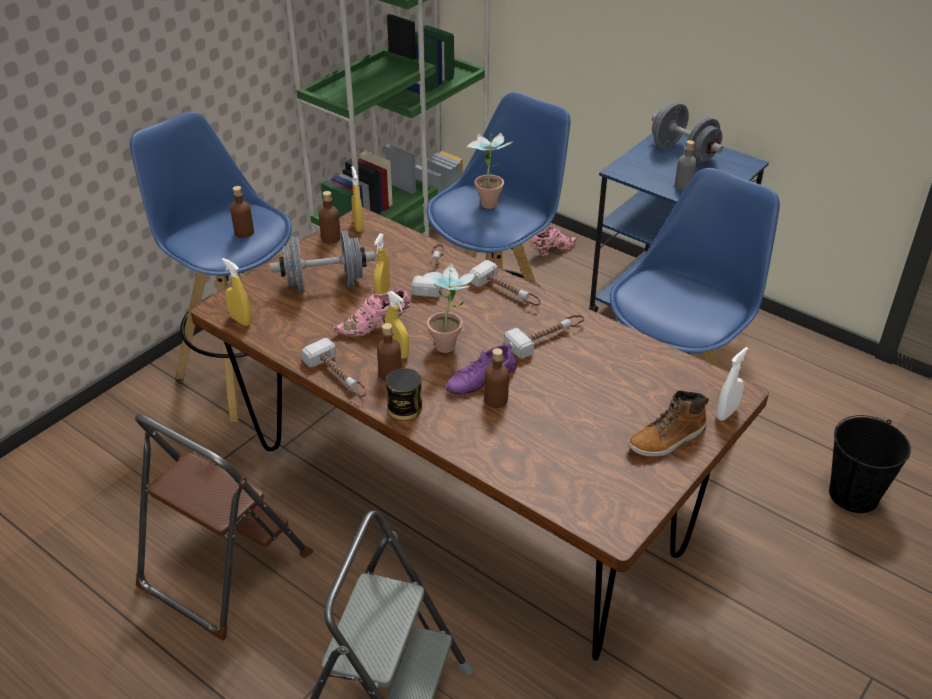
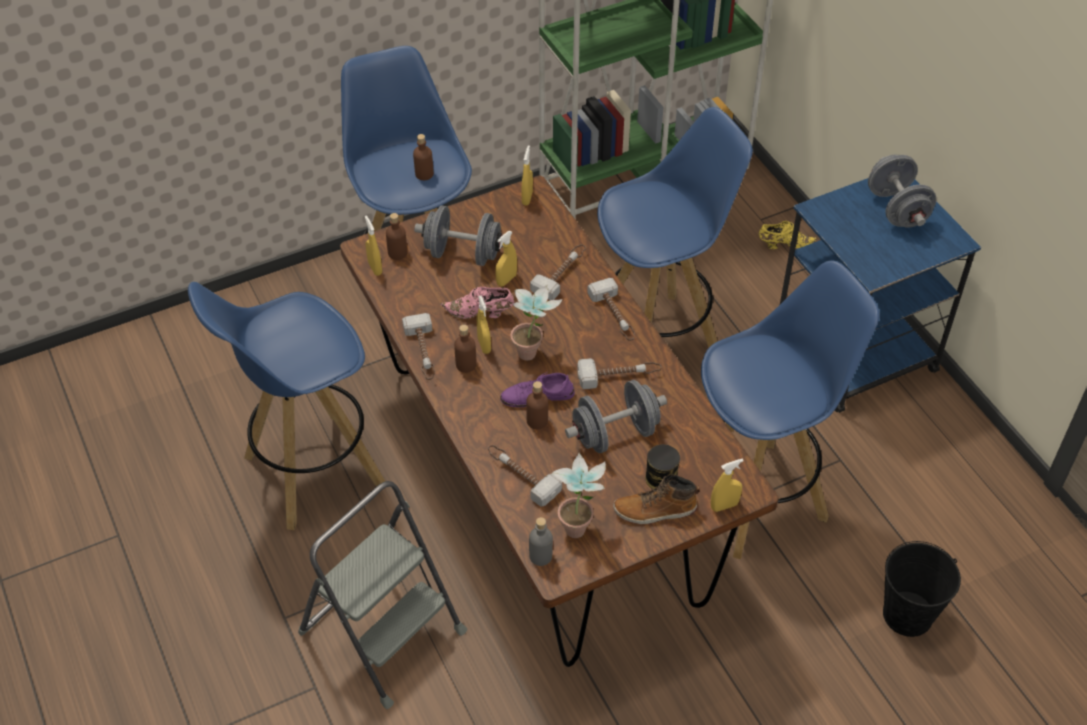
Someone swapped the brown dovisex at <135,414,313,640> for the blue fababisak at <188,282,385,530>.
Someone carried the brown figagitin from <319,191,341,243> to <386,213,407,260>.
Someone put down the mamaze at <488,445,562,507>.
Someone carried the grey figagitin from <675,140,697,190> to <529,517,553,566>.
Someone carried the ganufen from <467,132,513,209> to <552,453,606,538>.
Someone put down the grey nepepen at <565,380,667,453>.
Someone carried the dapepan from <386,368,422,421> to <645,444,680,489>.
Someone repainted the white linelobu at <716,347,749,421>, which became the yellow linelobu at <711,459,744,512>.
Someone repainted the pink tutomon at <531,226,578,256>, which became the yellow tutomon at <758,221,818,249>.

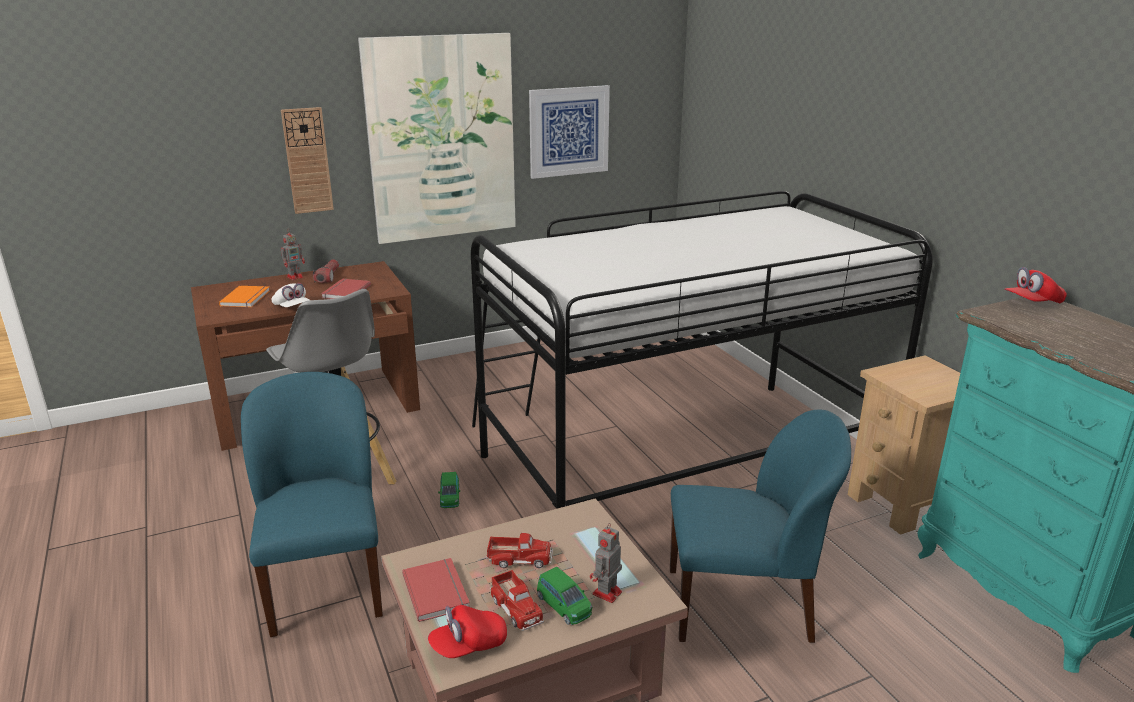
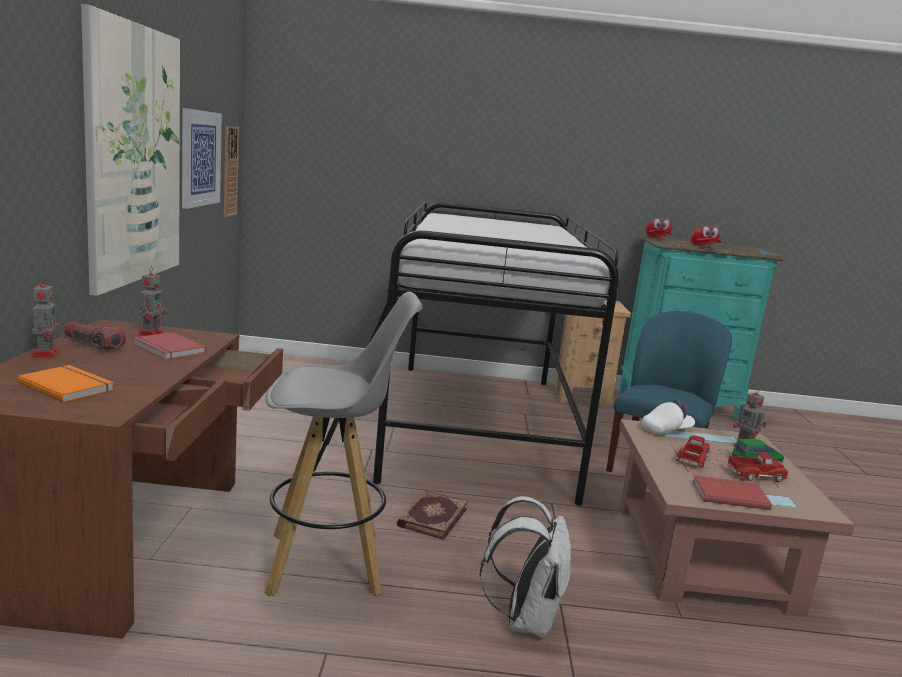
Someone put down the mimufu at <138,267,167,336>.
Someone carried the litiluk from <281,107,334,214> to <224,126,239,217>.
Someone swapped the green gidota at <438,472,460,508> for the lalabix at <397,491,468,540>.
Someone swapped the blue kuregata at <241,372,383,637> for the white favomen at <479,496,571,638>.
Someone carried the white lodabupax from <272,283,310,307> to <642,399,695,434>.
Someone carried the red lodabupax from <428,605,507,658> to <690,225,721,245>.

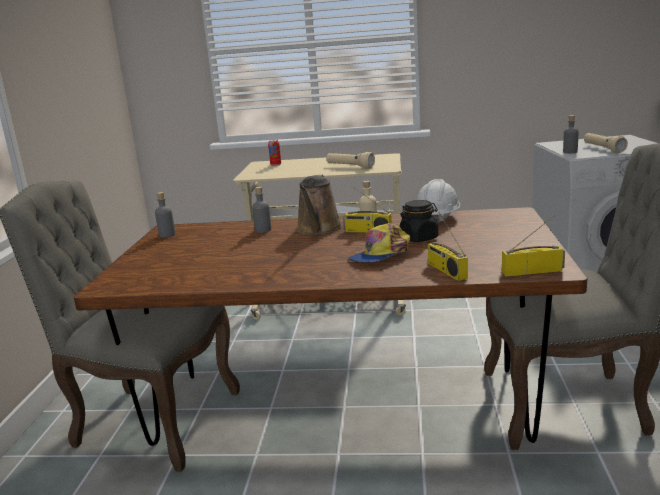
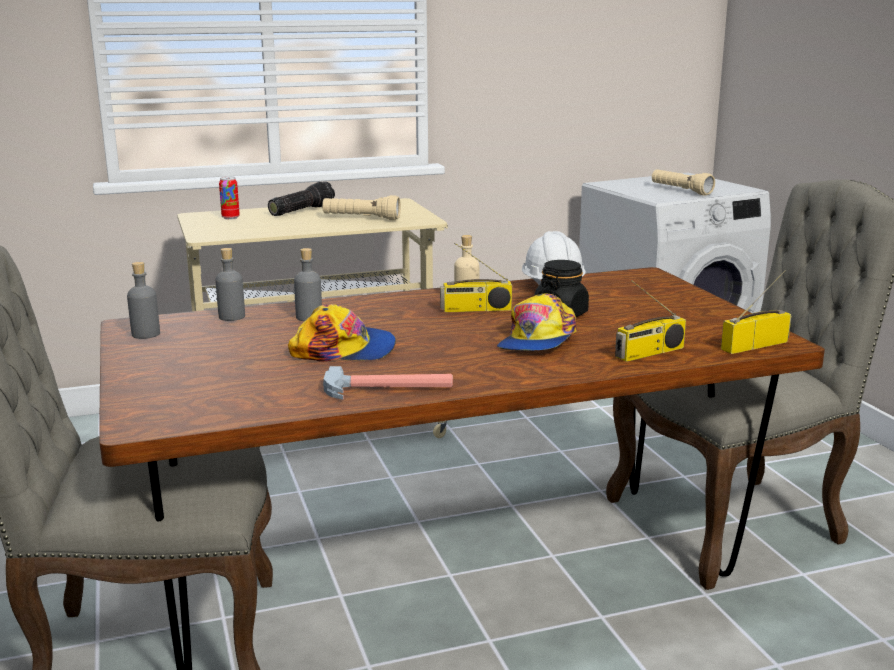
Someone carried the grey figagitin from <563,115,579,154> to <215,248,245,321>.
Someone put down the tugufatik at <268,182,335,216>.
Someone put down the lodabupax at <288,304,396,362>.
Someone put down the mamaze at <323,366,453,400>.
Someone rotated the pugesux at <428,212,468,281> by 75 degrees counterclockwise.
Someone took away the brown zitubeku at <296,175,342,235>.

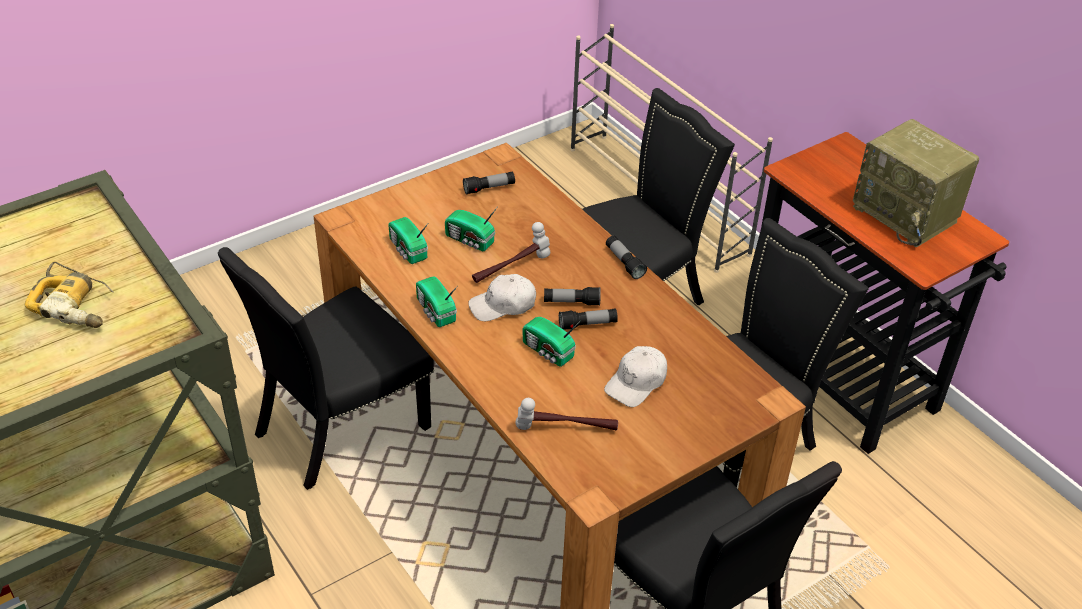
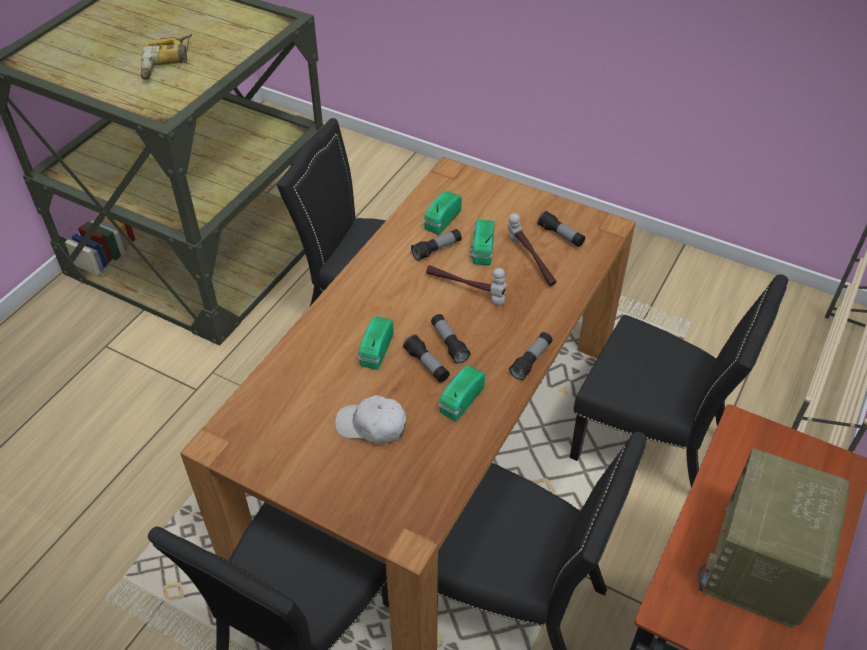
Someone put down the tugufatik at <411,229,462,261>.
Someone carried the pugesux from <416,277,458,327> to <439,366,485,421>.
Someone carried the mamaze from <515,398,618,430> to <508,213,556,287>.
Someone took away the white lodabupax at <468,274,536,321>.

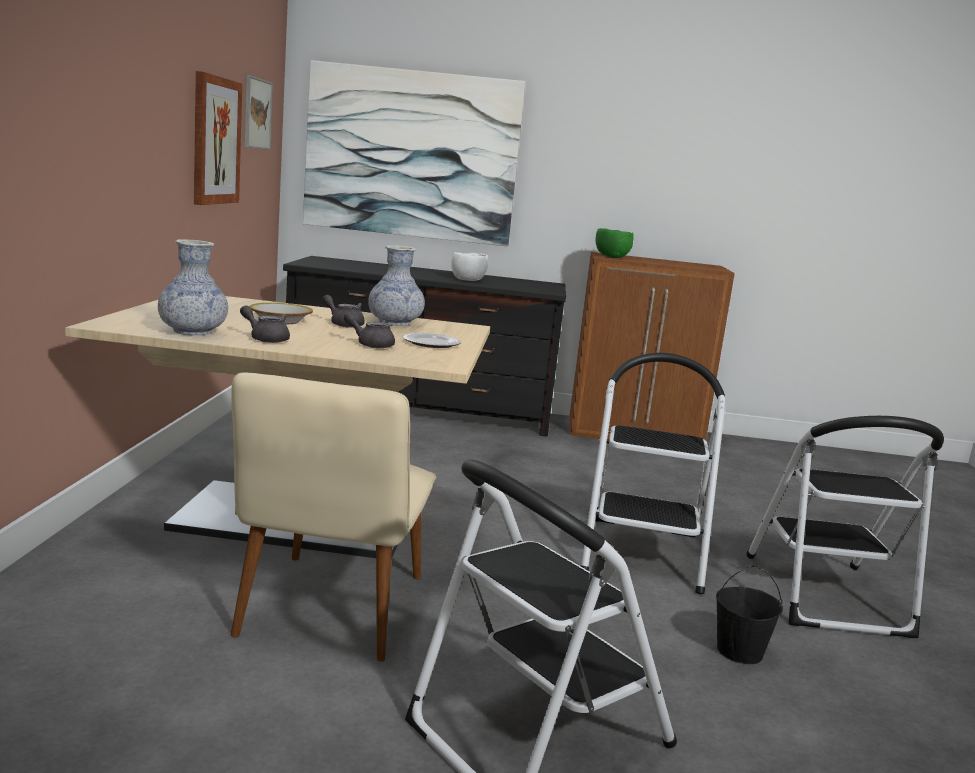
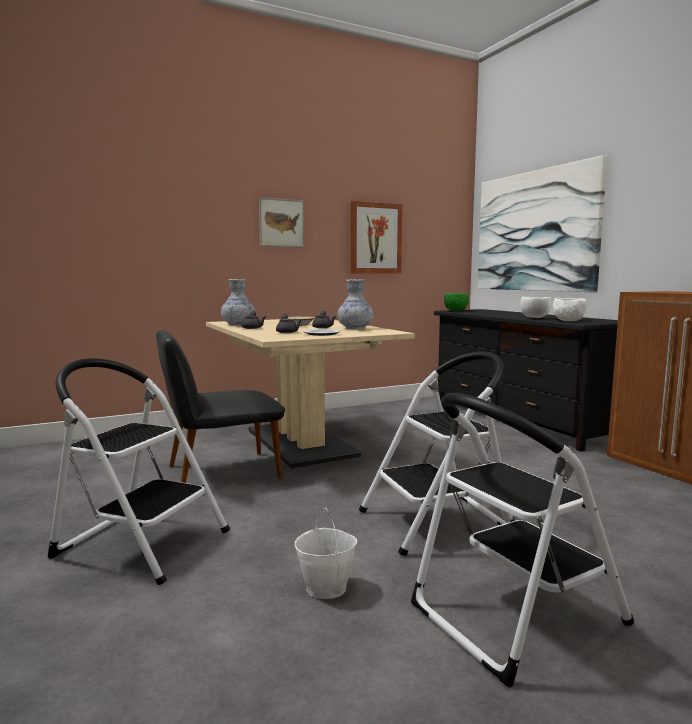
Someone repainted the beige kuregata at <231,372,436,662>, which became the black kuregata at <156,330,285,483>.
Someone carried the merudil from <245,75,273,150> to <259,198,304,247>.
Someone repainted the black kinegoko at <716,565,783,664>, which became the white kinegoko at <295,508,357,599>.
Someone carried the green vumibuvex from <596,228,634,258> to <444,293,469,311>.
Someone put down the white vumibuvex at <553,298,587,321>.

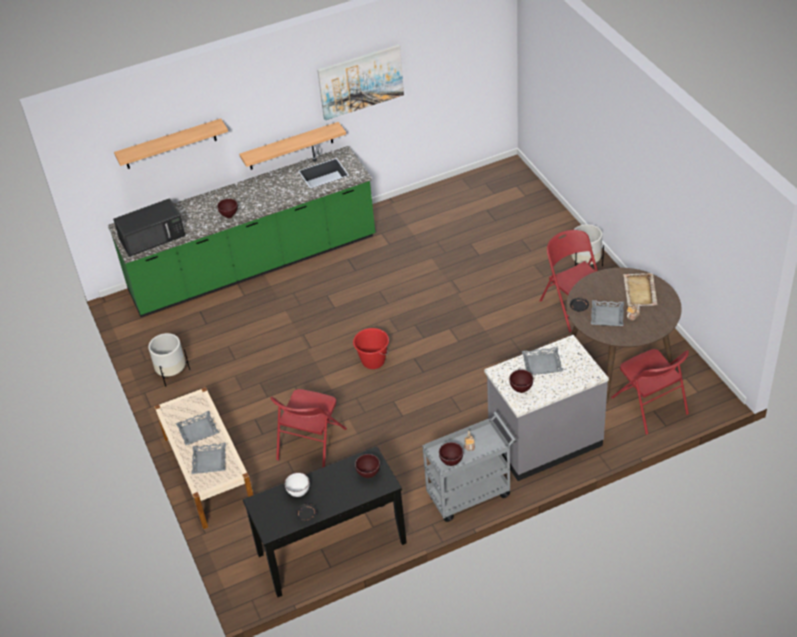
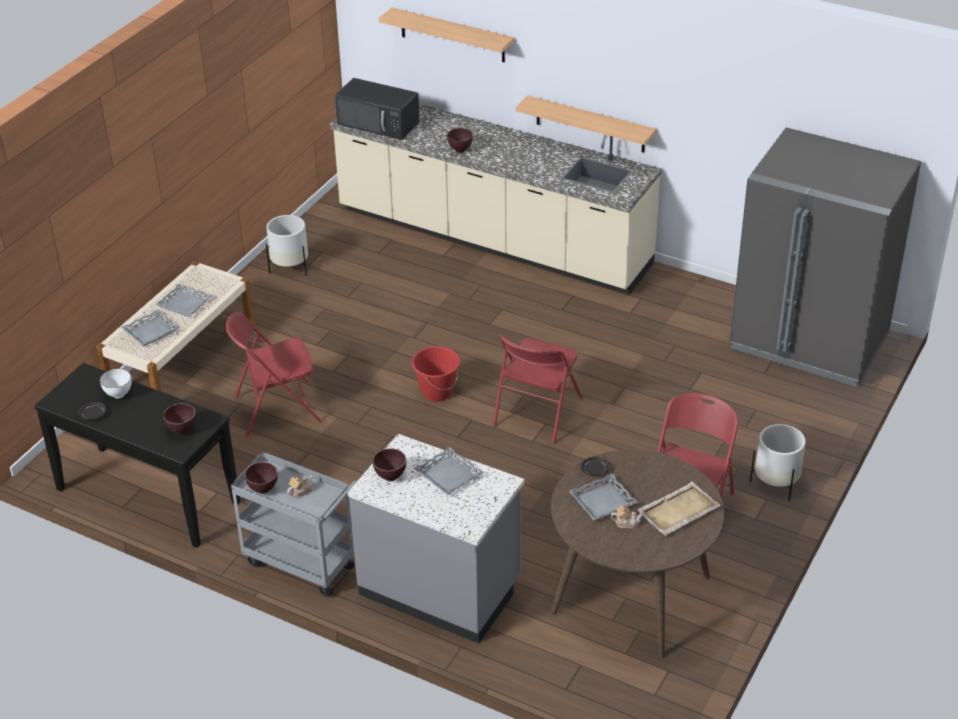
Someone repainted the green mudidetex at <108,145,375,317>, which became the beige mudidetex at <329,104,662,295>.
Someone carried the red kuregata from <611,349,689,435> to <492,335,583,444>.
Someone put down the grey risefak at <730,128,921,387>.
Someone took away the merudil at <317,44,404,120>.

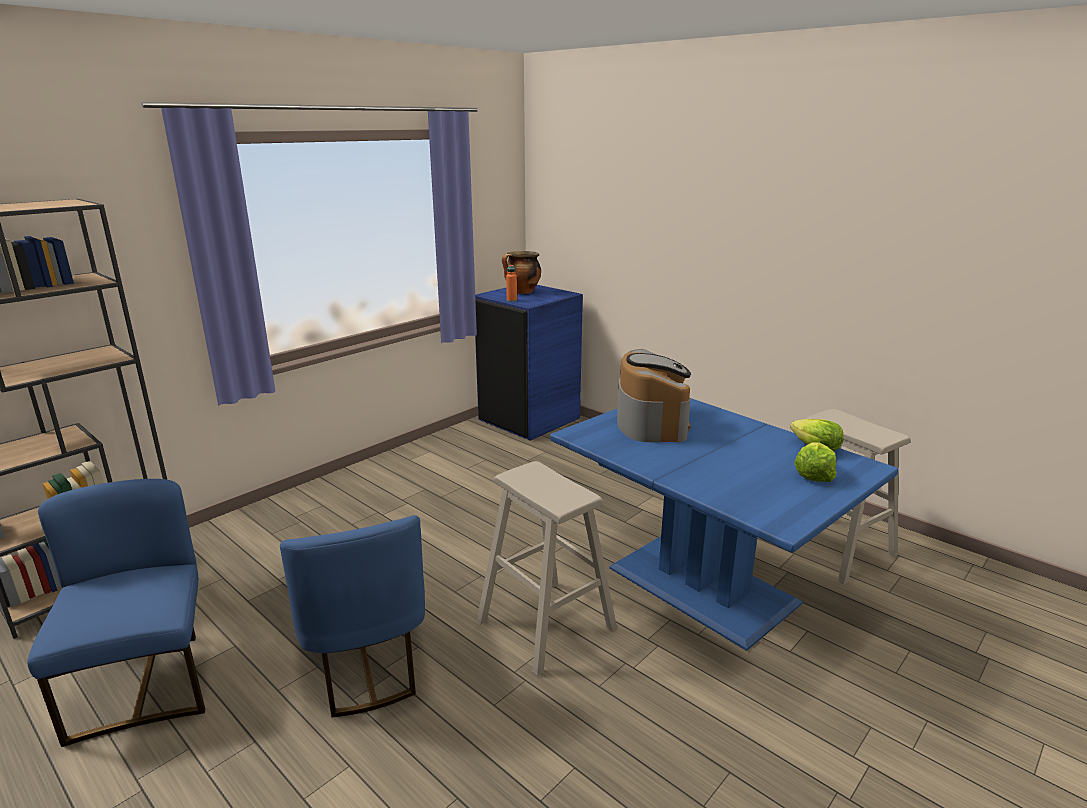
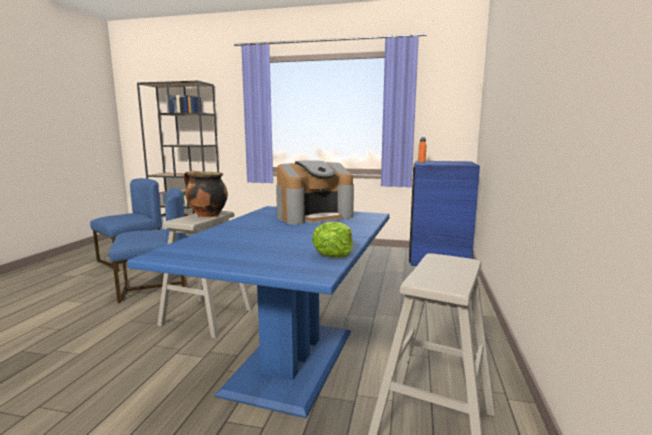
Someone rotated the blue kuregata at <280,515,425,717> by 150 degrees counterclockwise.
Someone carried the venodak from <502,251,541,294> to <184,171,228,217>.
Someone took away the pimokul at <795,443,837,482>.

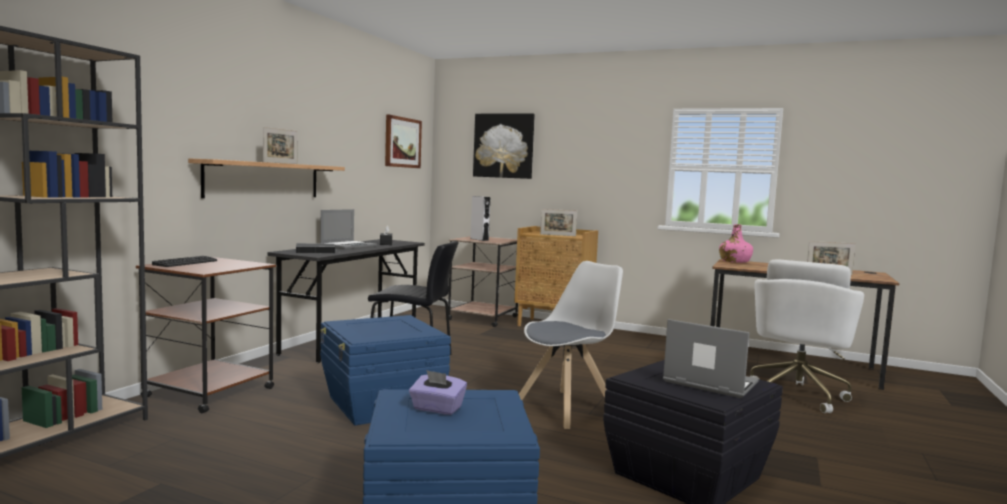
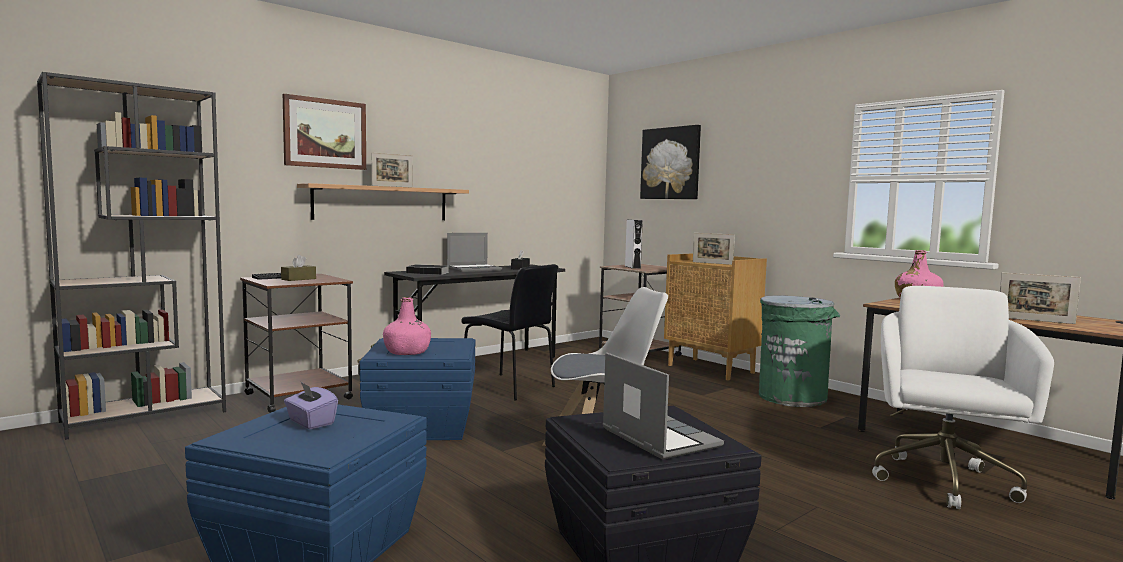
Someone put down the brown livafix at <281,255,316,281>.
Someone carried the merudil from <385,115,422,168> to <283,94,366,170>.
Someone put down the pink figagitin at <383,297,431,355>.
Someone put down the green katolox at <759,295,840,407>.
Someone rotated the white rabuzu at <750,260,864,413> by 150 degrees clockwise.

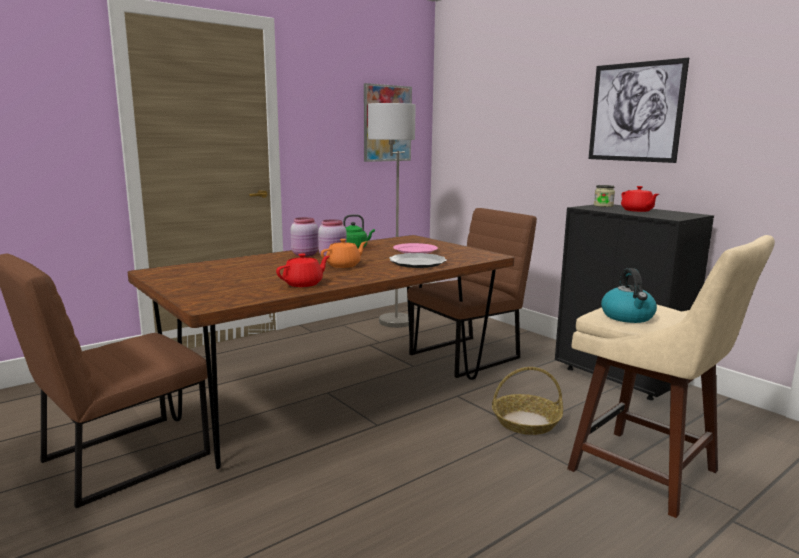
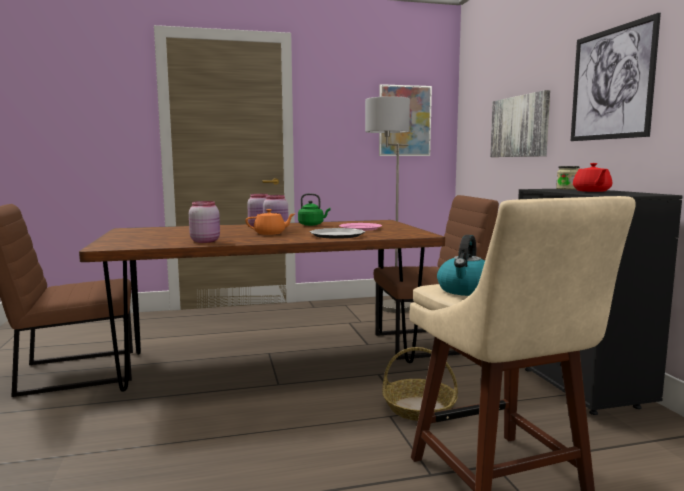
Someone swapped the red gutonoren at <276,253,330,287> for the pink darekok at <189,201,220,243>.
Someone put up the merudil at <490,90,550,157>.

